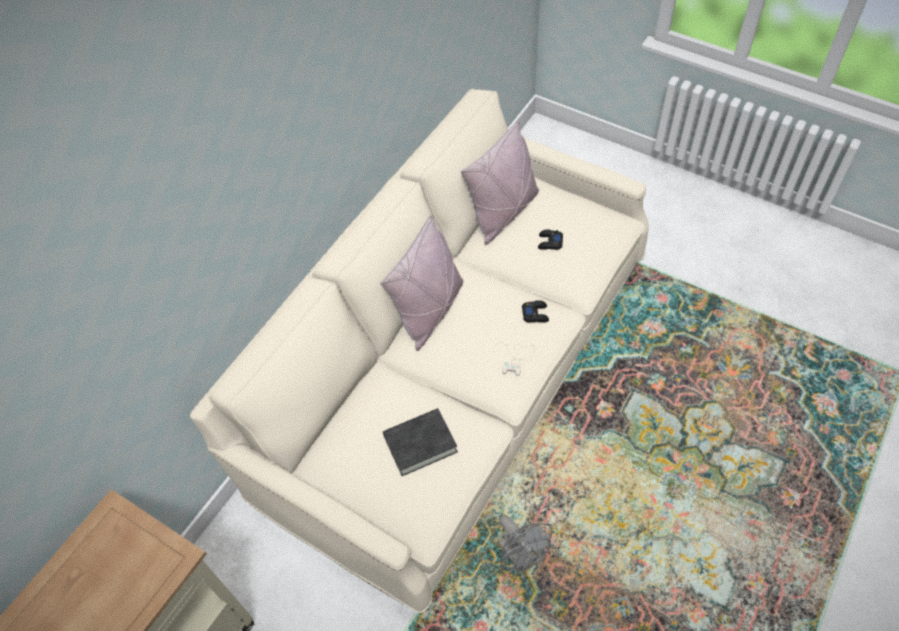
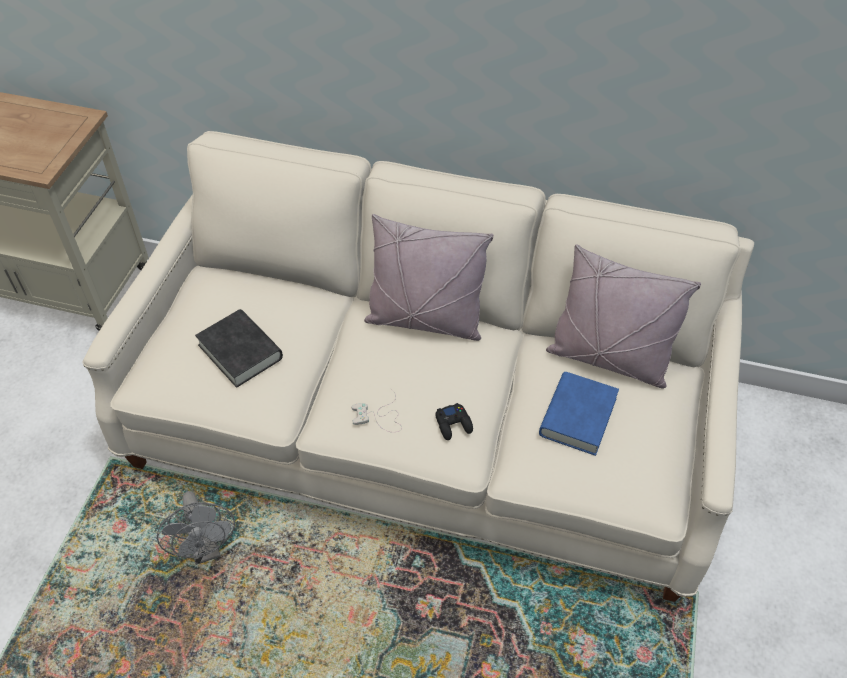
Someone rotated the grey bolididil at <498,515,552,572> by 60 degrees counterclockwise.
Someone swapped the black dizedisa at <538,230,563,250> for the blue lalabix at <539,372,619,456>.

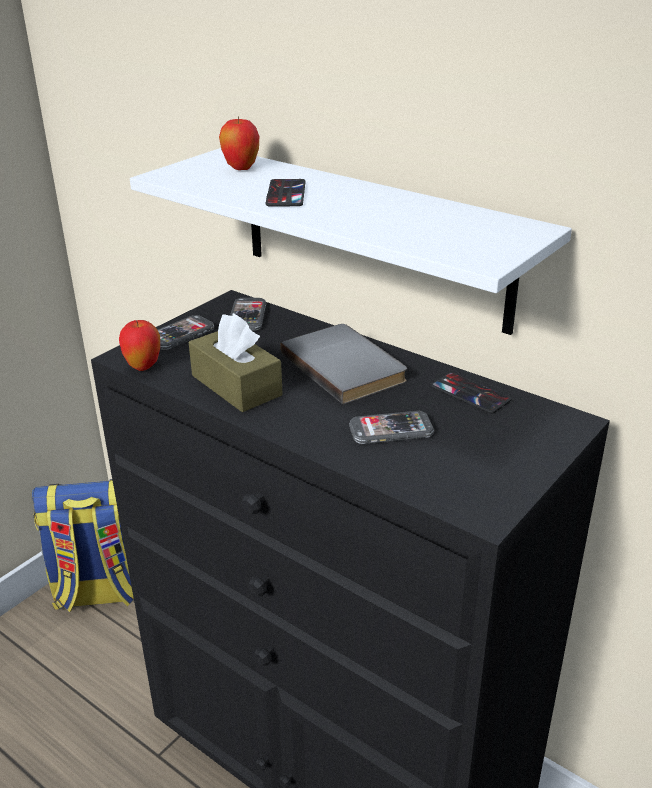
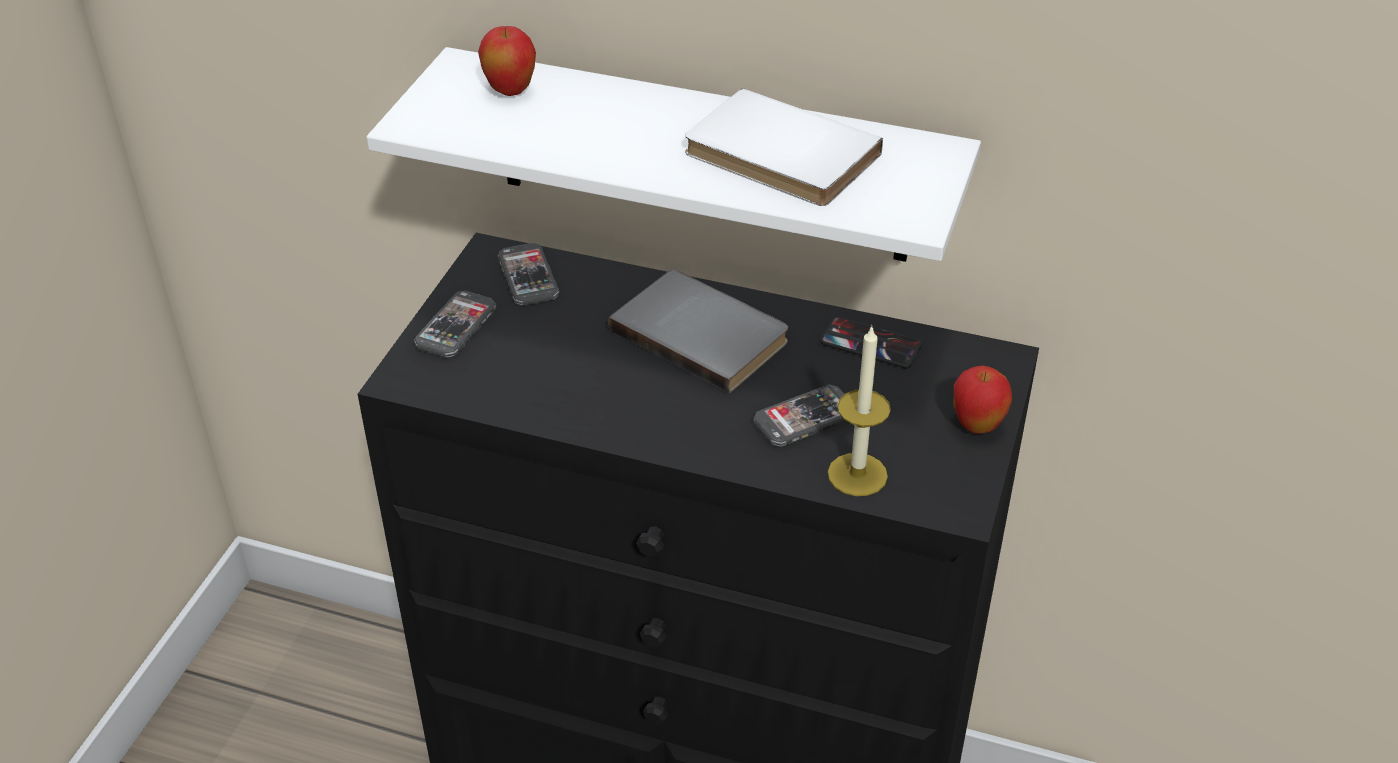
Someone put down the white lalabix at <685,88,883,206>.
Someone put down the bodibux at <828,325,891,496>.
Someone carried the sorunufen from <119,320,160,371> to <953,366,1012,434>.
Someone took away the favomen at <32,479,134,612>.
Someone took away the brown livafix at <189,314,283,412>.
Someone took away the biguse at <266,179,306,206>.

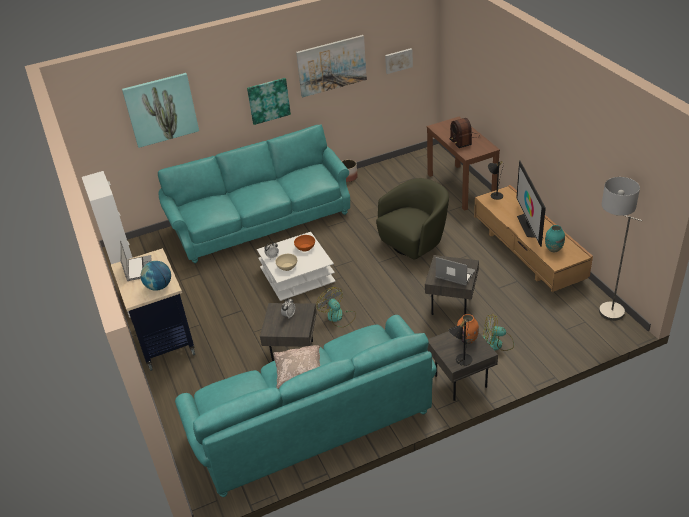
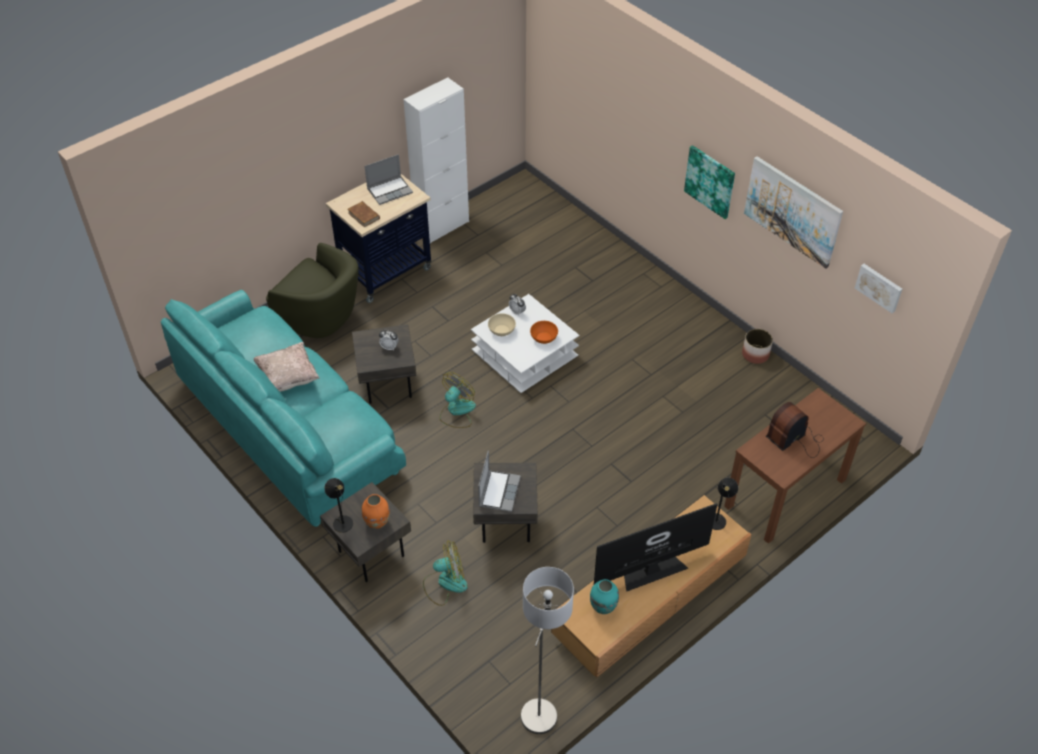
Someone carried the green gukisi from <376,178,449,259> to <266,243,359,338>.
Someone swapped the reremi at <141,261,171,291> for the brown lalabix at <348,201,380,227>.
Someone rotated the bolididil at <482,314,514,351> by 90 degrees clockwise.
Someone took away the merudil at <122,73,199,148>.
Someone took away the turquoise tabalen at <158,124,350,263>.

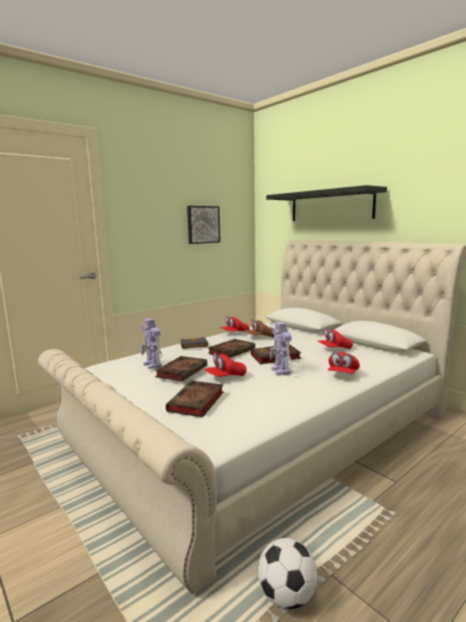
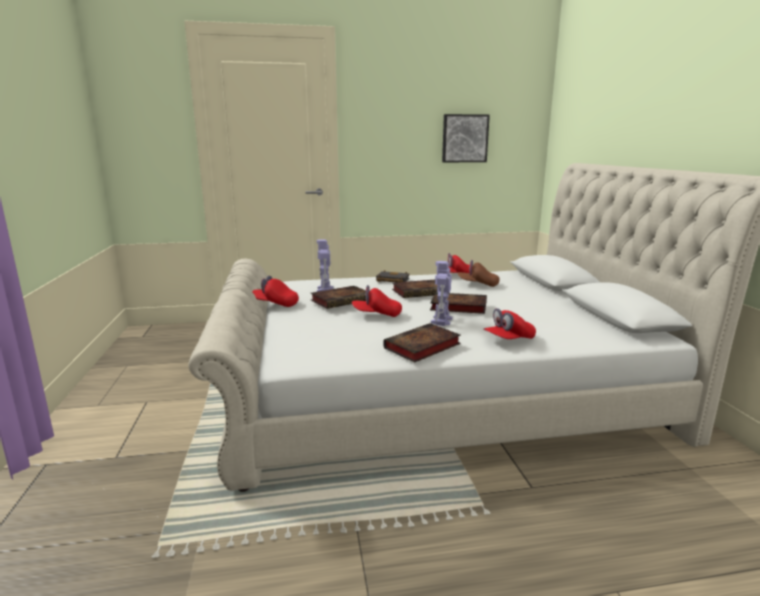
Someone carried the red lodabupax from <317,328,353,349> to <252,276,299,307>.
Someone carried the lalabix from <166,381,224,417> to <383,323,461,363>.
Someone took away the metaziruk at <258,538,318,609>.
Someone took away the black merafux at <266,185,387,221>.

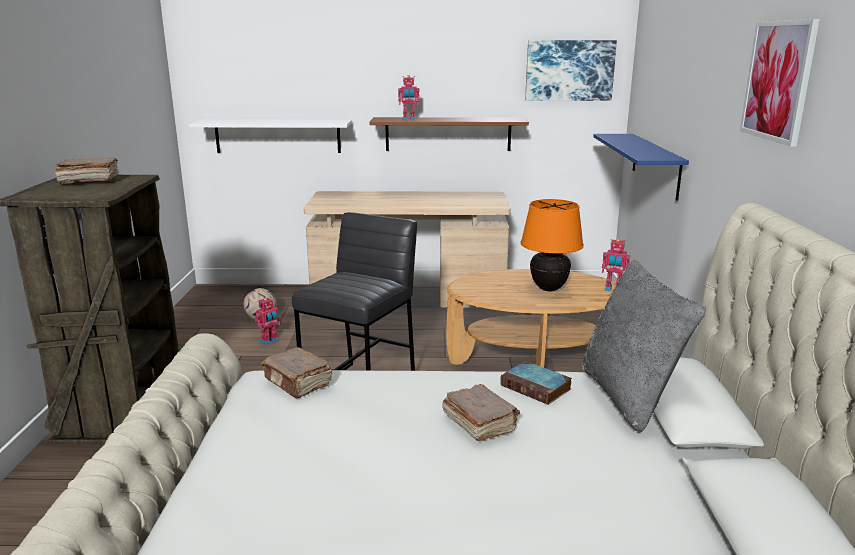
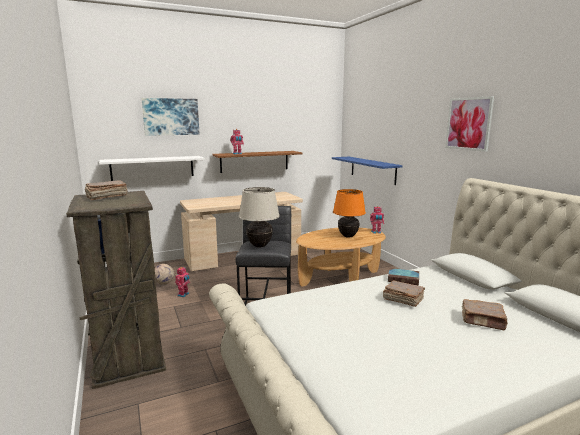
Someone carried the merudil from <525,40,617,101> to <142,98,199,136>.
Someone put down the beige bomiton at <239,187,280,248>.
Someone carried the brown lalabix from <261,347,332,398> to <462,299,507,330>.
Someone took away the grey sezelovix at <583,260,706,433>.

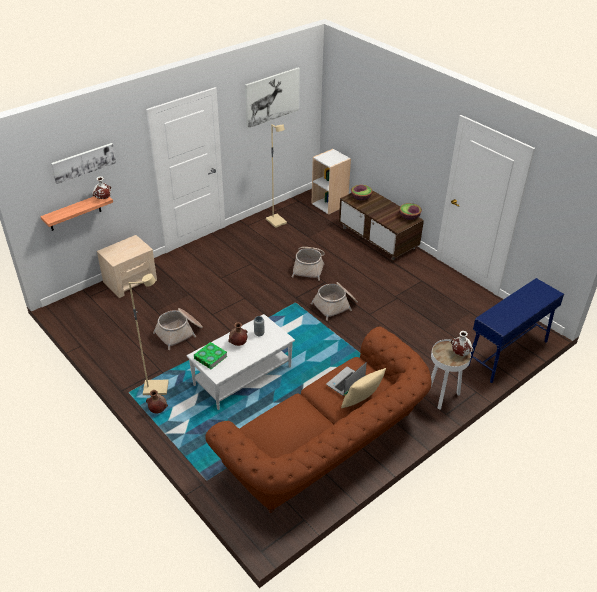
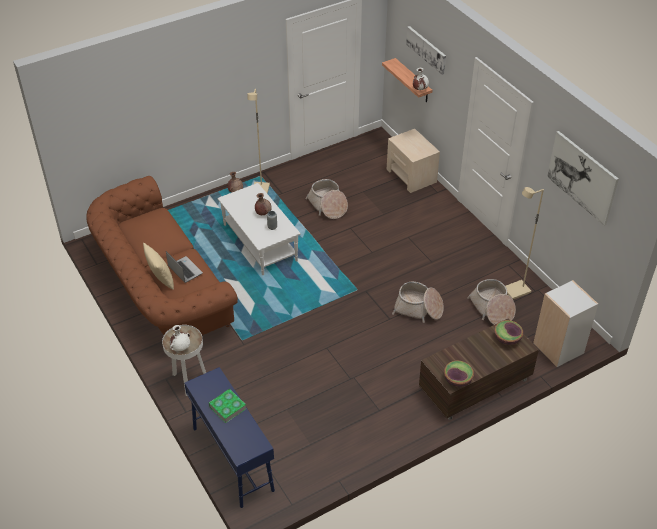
Someone carried the lalabix from <194,342,227,369> to <209,389,246,423>.
Someone carried the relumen from <311,282,358,321> to <467,279,516,325>.

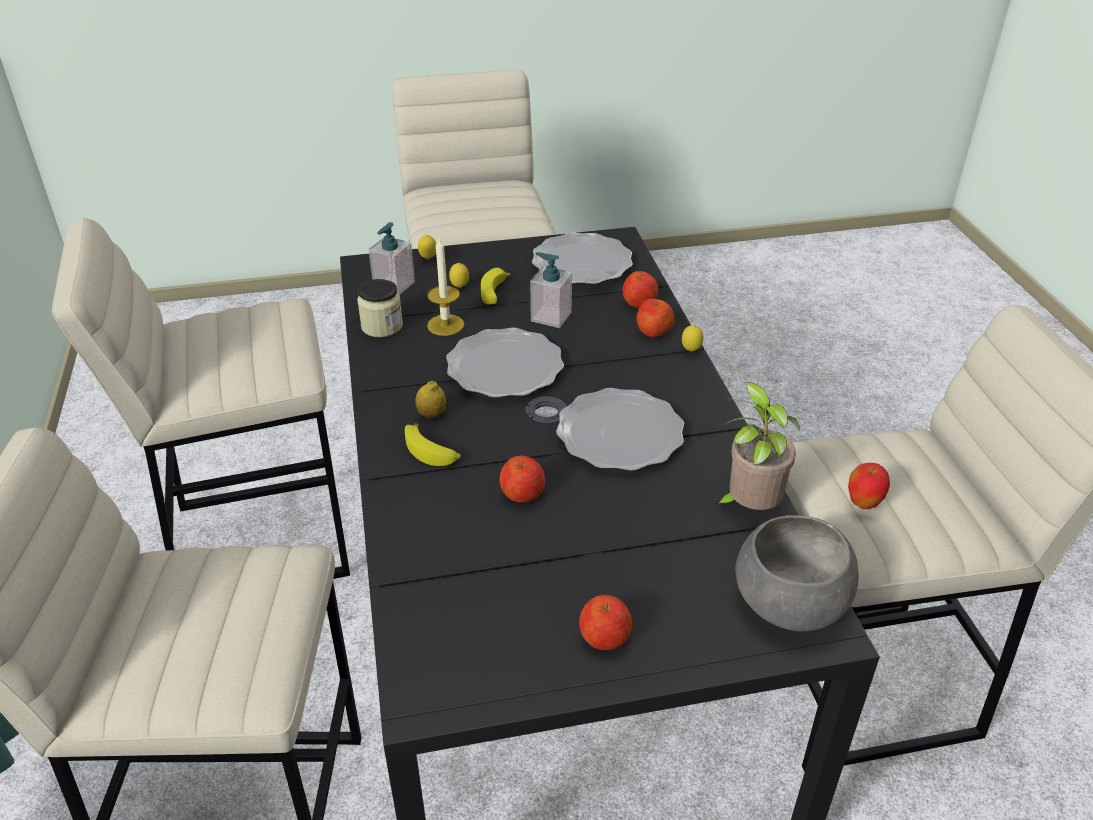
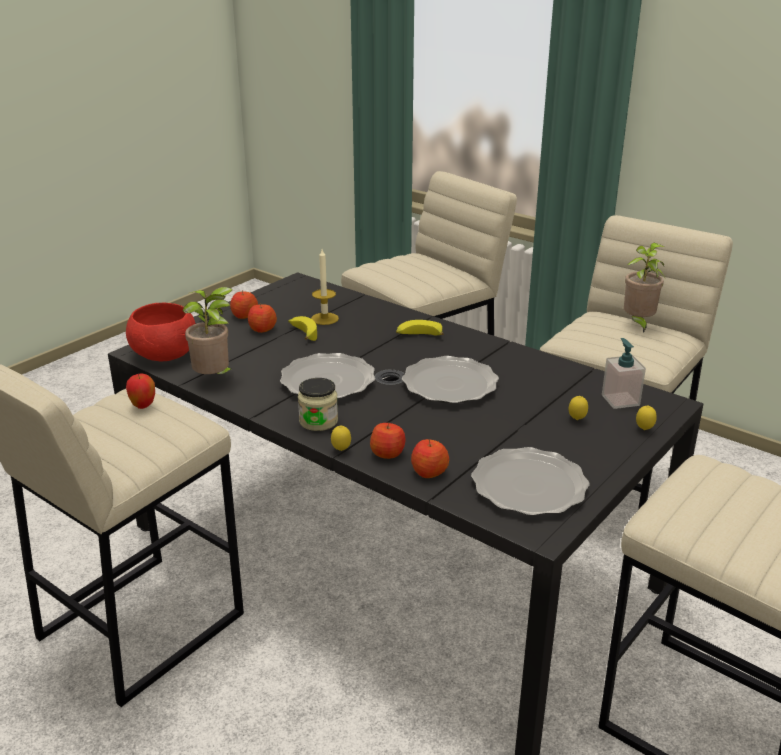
Someone repainted the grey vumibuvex at <735,515,859,631>, which became the red vumibuvex at <126,303,196,362>.
Someone carried the sorunufen from <499,456,545,502> to <248,304,277,333>.
Someone carried the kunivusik from <481,268,510,305> to <288,316,317,341>.
Someone carried the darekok from <357,279,403,337> to <298,378,338,431>.
Someone carried the bodibux from <427,238,464,336> to <311,249,339,325>.
Someone put down the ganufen at <624,242,665,333>.
Someone took away the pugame at <415,381,446,418>.
Someone took away the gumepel at <530,252,572,328>.

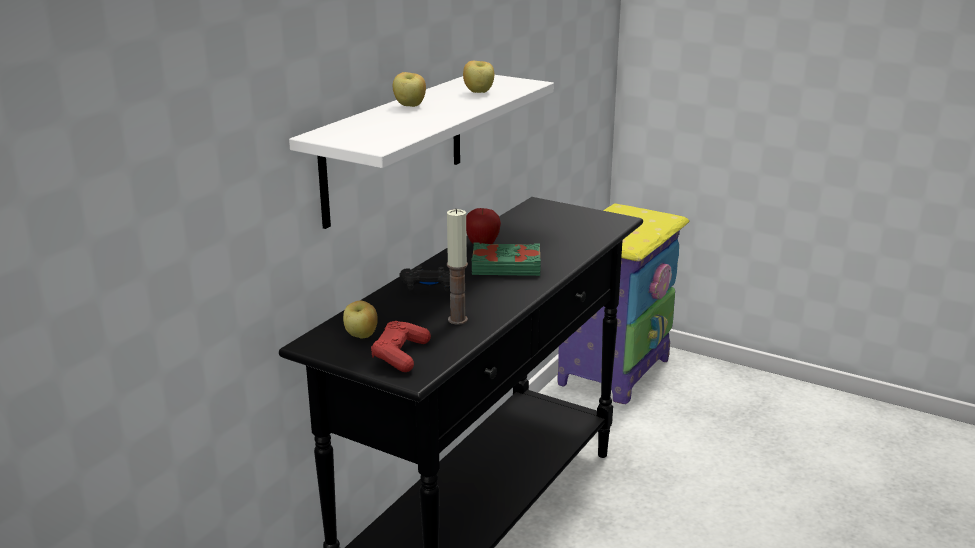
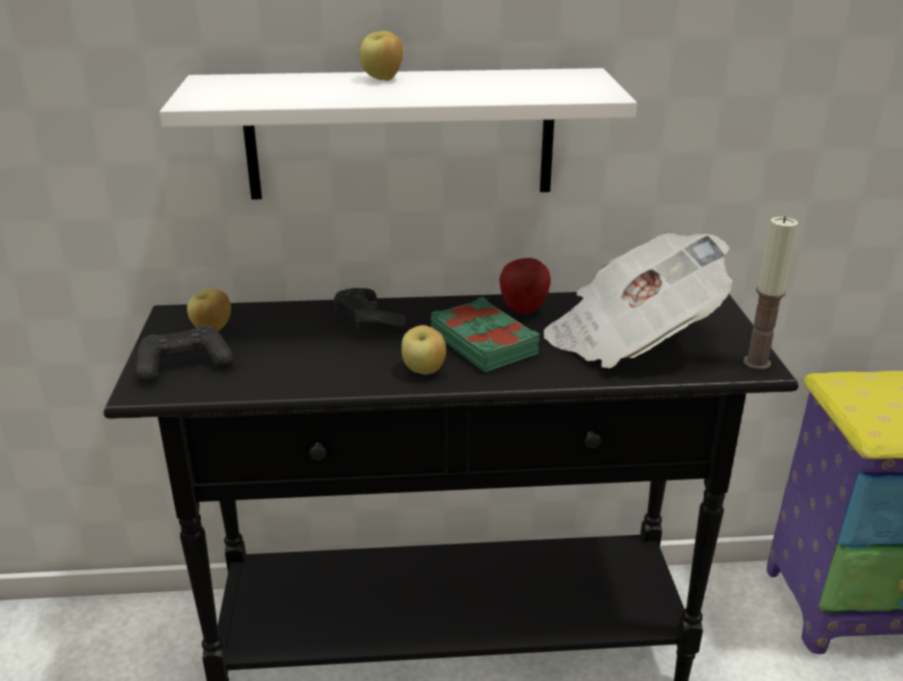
Someone repainted the red dizedisa at <371,321,431,372>, which became the black dizedisa at <135,325,233,383>.
Someone carried the sorunufen from <463,61,494,93> to <401,325,446,375>.
Someone put down the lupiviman at <544,233,732,368>.
Someone carried the bodibux from <447,209,468,325> to <743,216,798,370>.

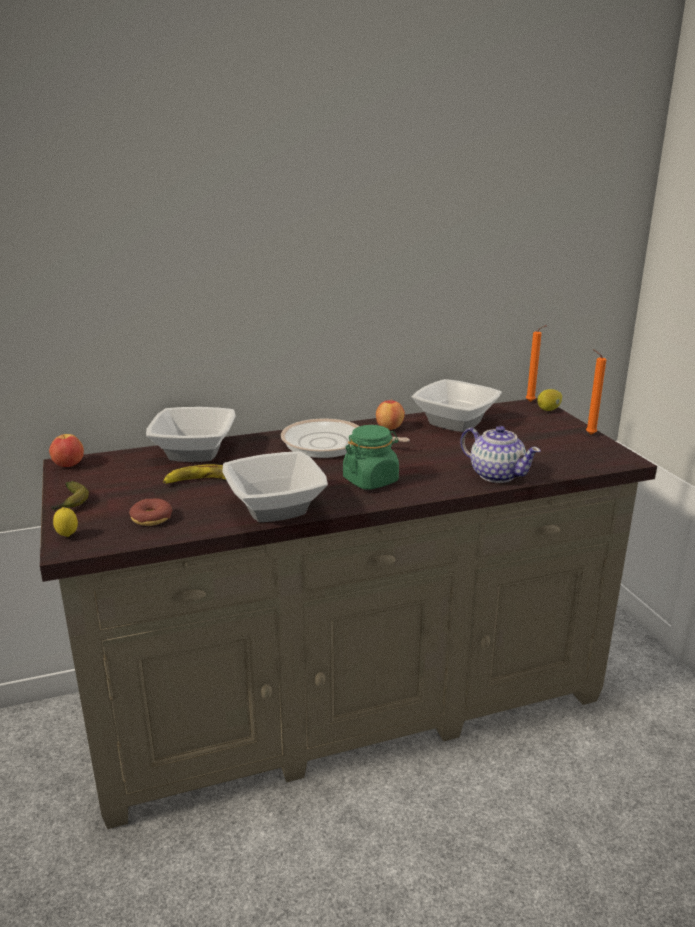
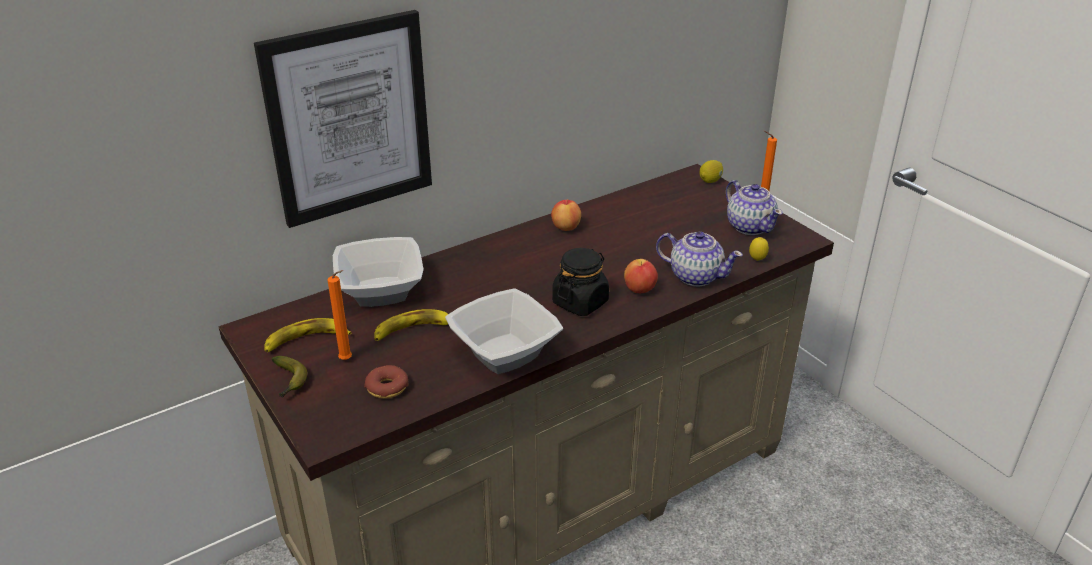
Someone put up the merudil at <254,10,432,228>.
Someone put down the kunivusik at <264,318,352,352>.
Someone carried the orange bodibux from <526,325,547,402> to <327,270,352,360>.
Someone repainted the green darekok at <343,425,399,490>, which became the black darekok at <552,248,609,316>.
Someone carried the sorunufen from <49,434,84,467> to <624,259,658,293>.
Someone put down the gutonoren at <726,180,783,235>.
Someone carried the pugame from <53,507,78,537> to <749,237,769,261>.
Someone took away the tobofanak at <281,419,409,458>.
Someone took away the vumibuvex at <412,379,502,432>.

